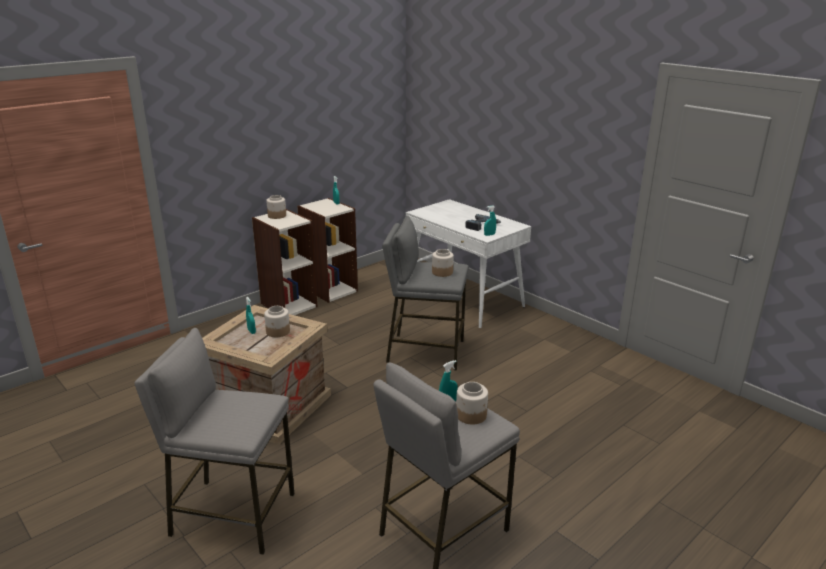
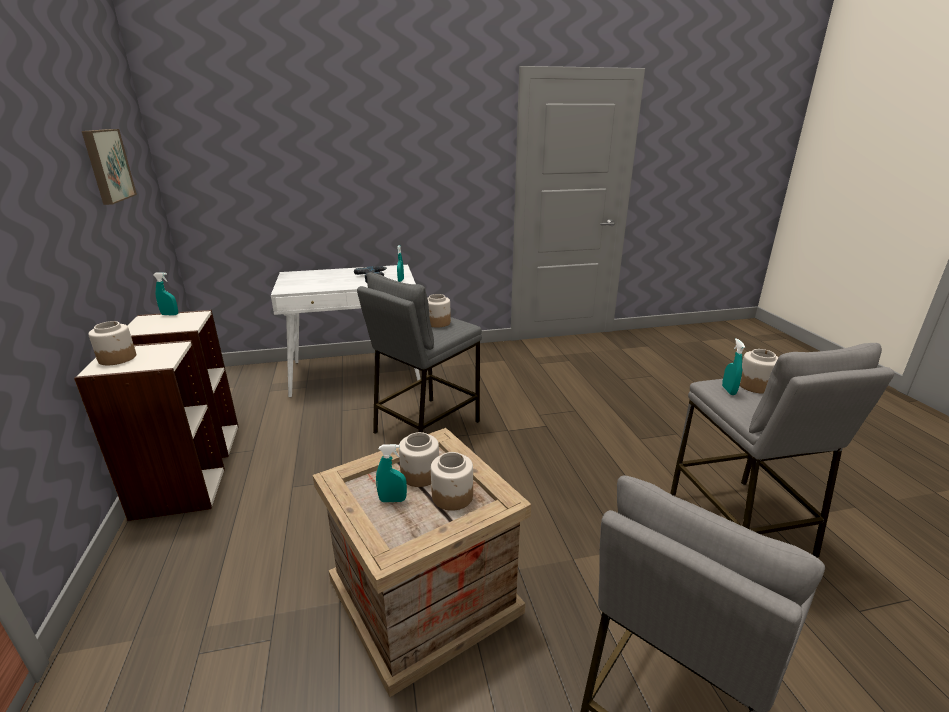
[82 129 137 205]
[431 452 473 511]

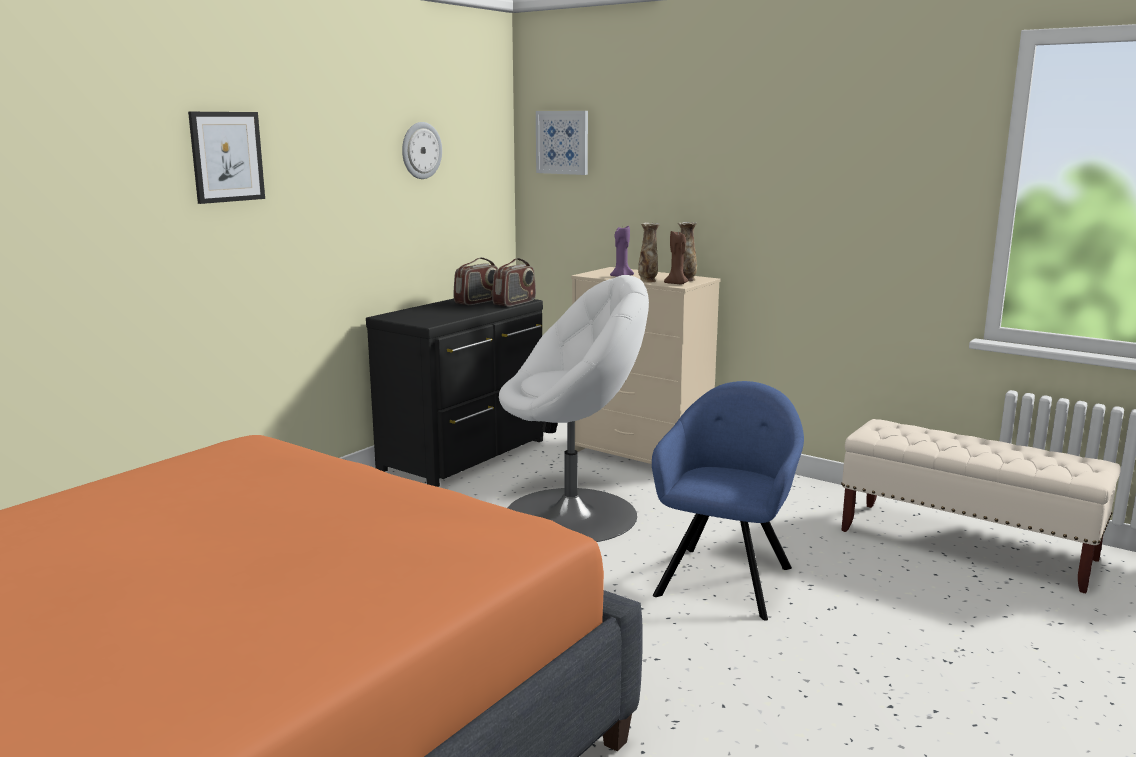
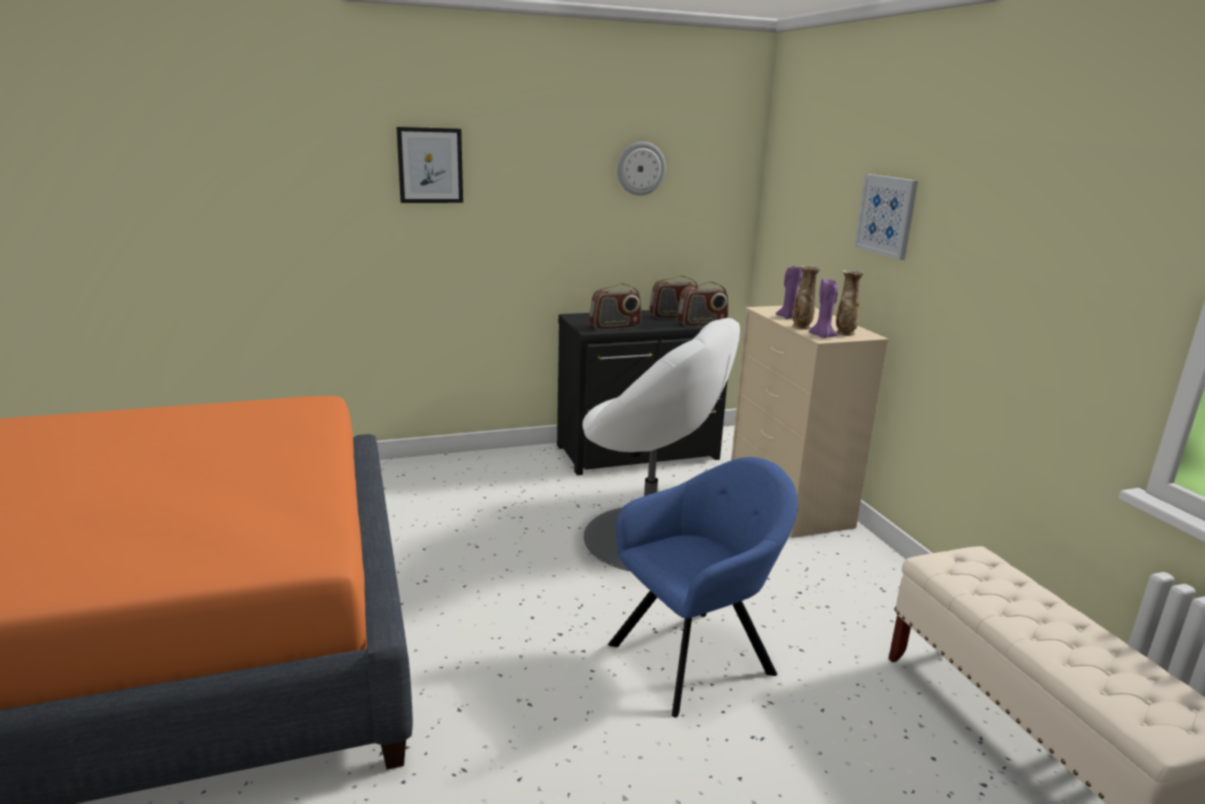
[589 283 642 330]
[809 278 838 338]
[854 174 918 260]

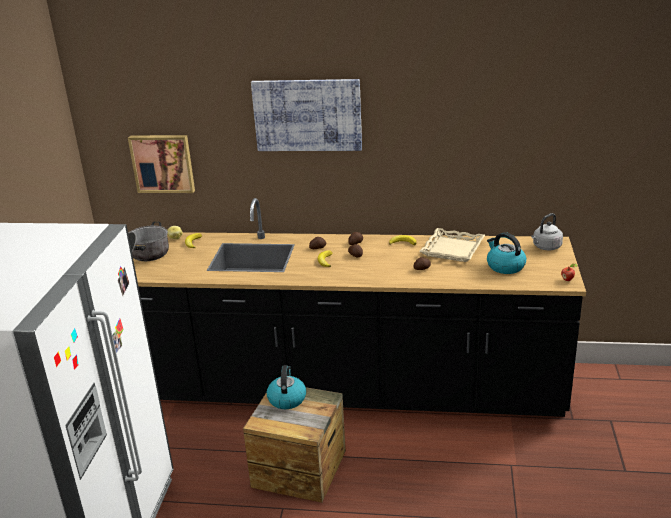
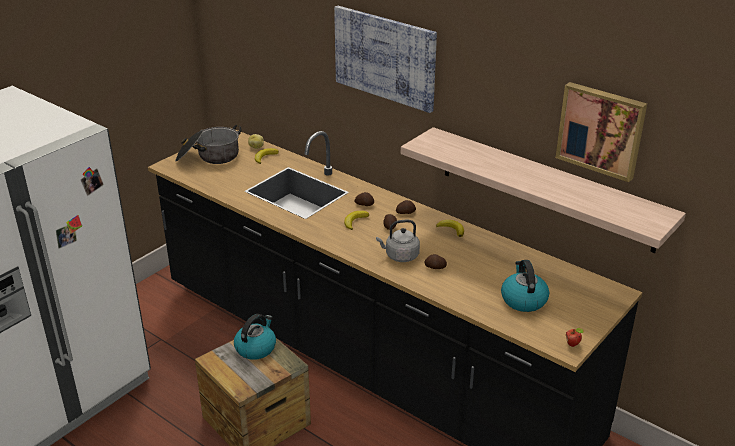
[376 220 420 262]
[401 127 686 253]
[556 82 647 182]
[419 228 485 262] (first image)

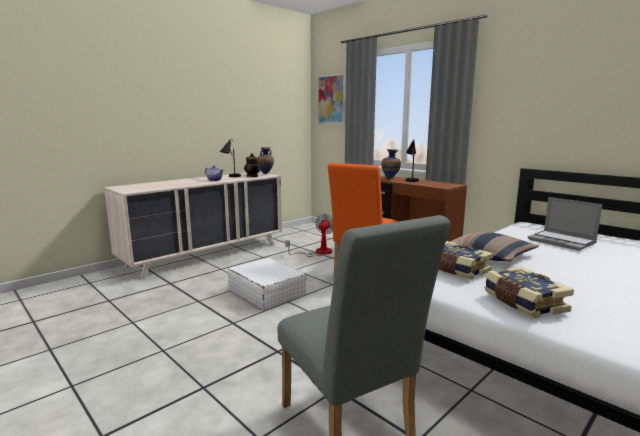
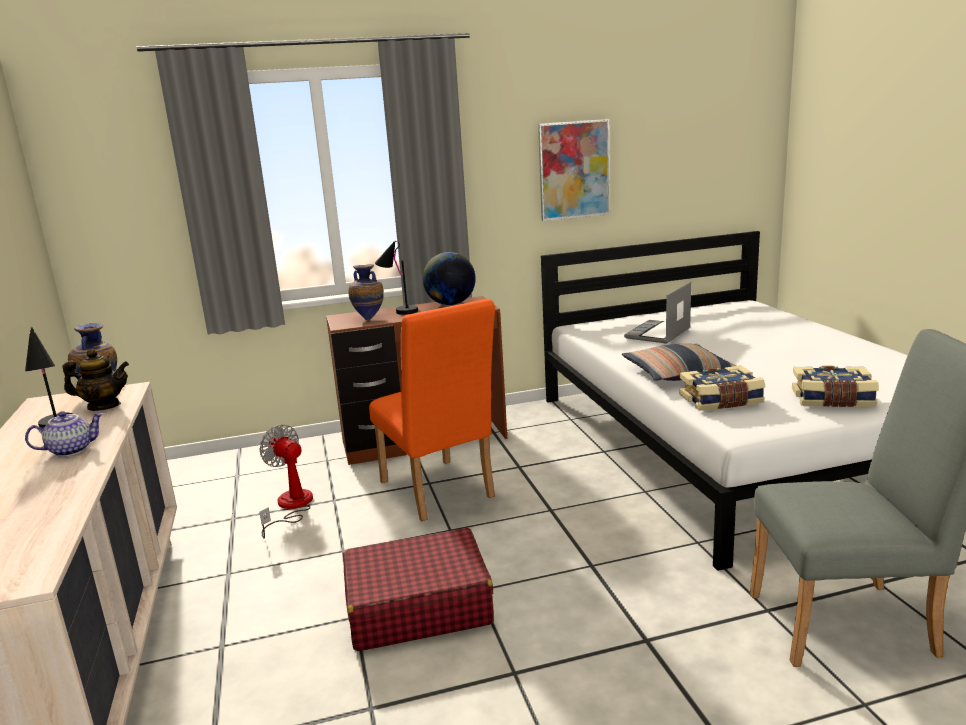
[343 528 494 651]
[423 252 476 305]
[538 119 610 221]
[624 282 691 344]

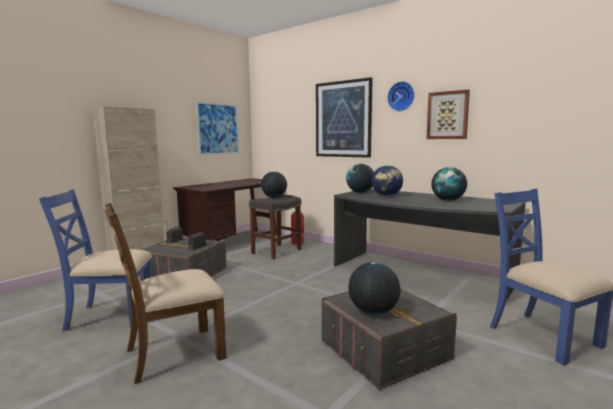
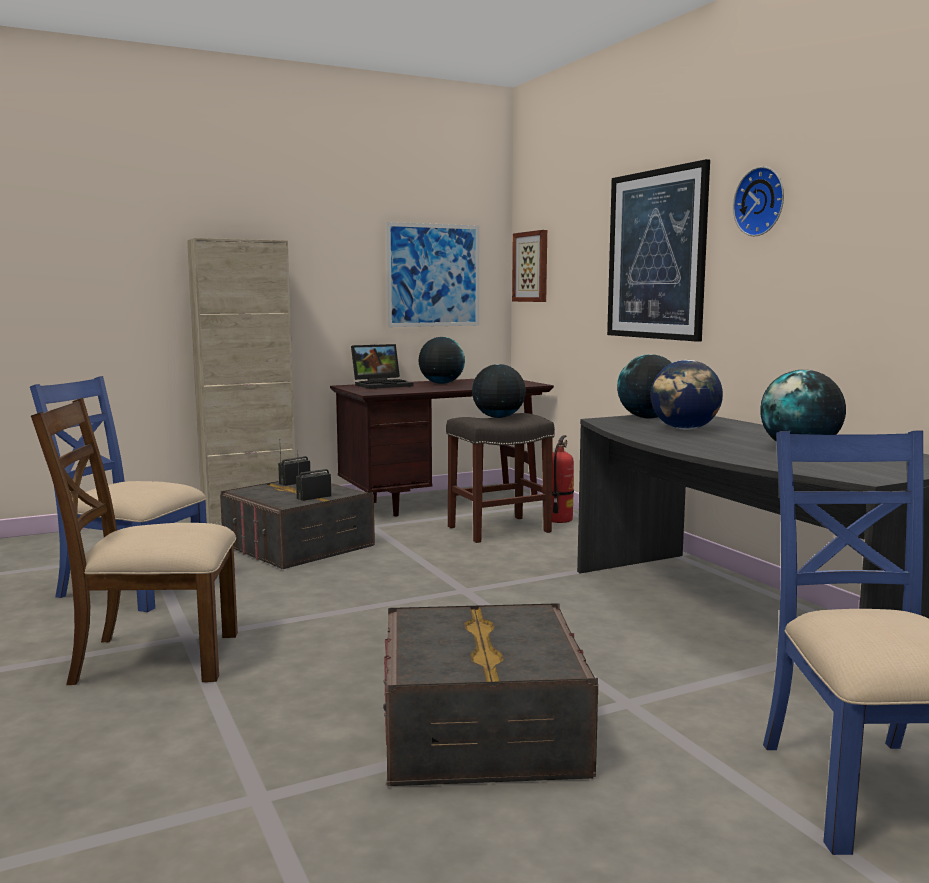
[351 344 414 389]
[419 337 465 384]
[512 230 547 302]

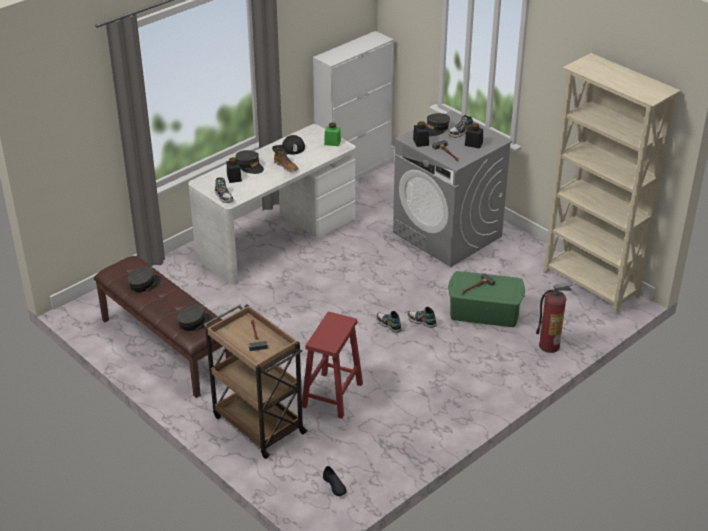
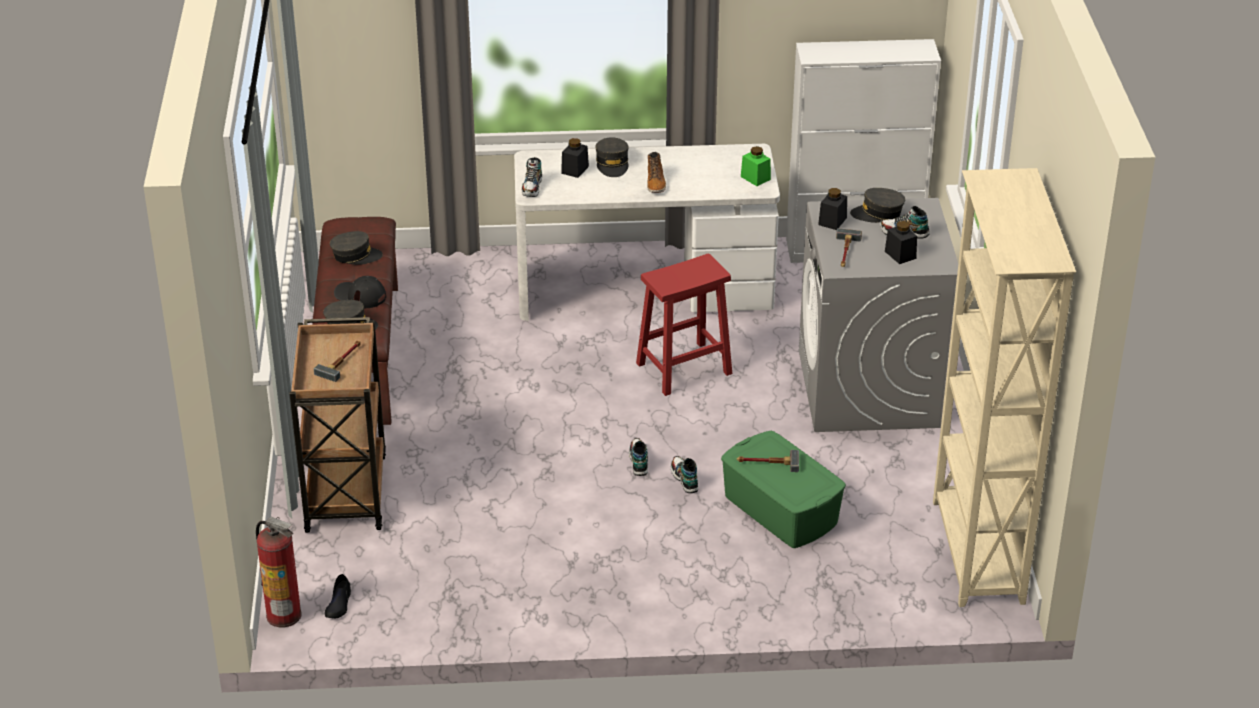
[256 517 302 627]
[334 276 386 308]
[636 254 732 396]

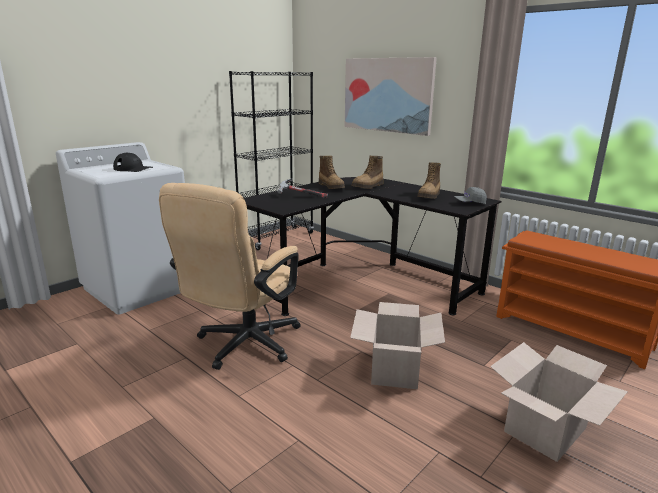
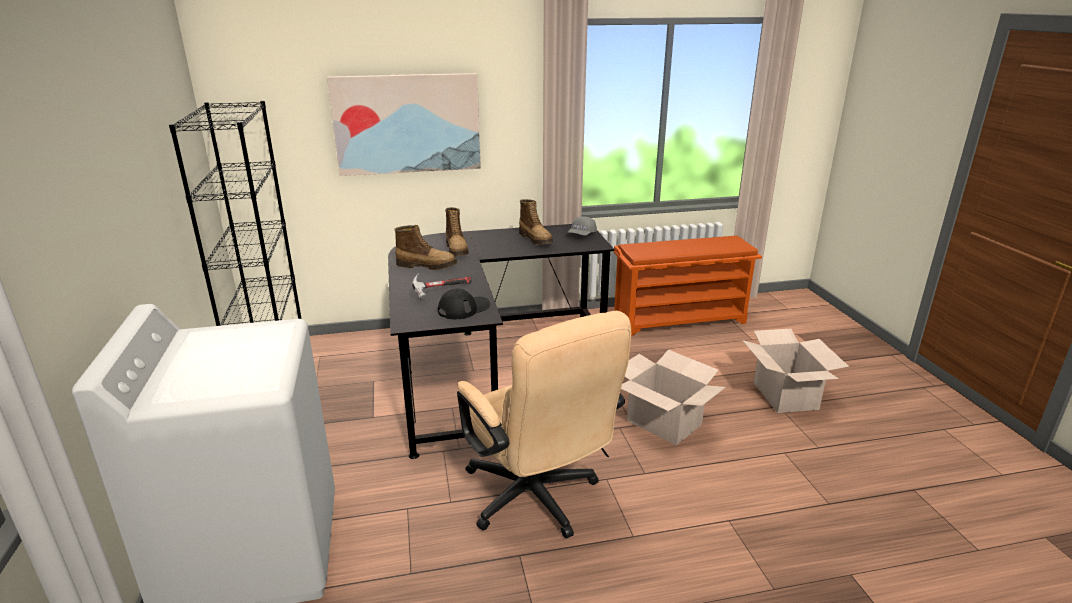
[438 289 490 319]

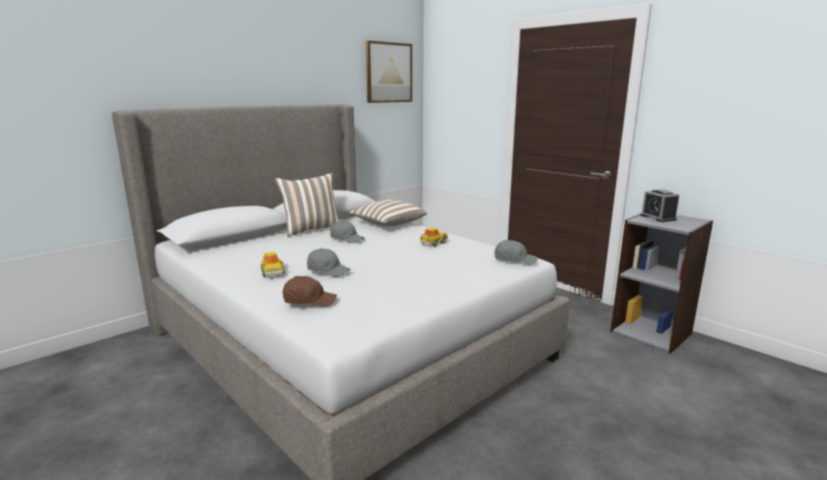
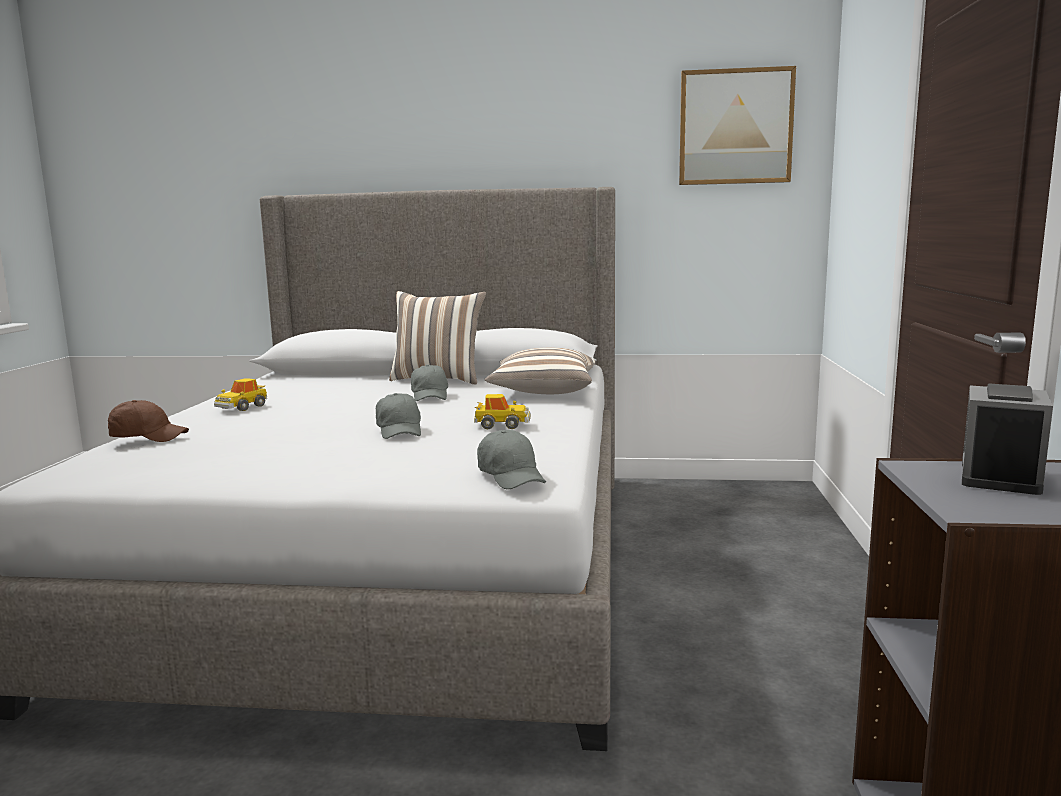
[108 400 189 442]
[376 393 421 439]

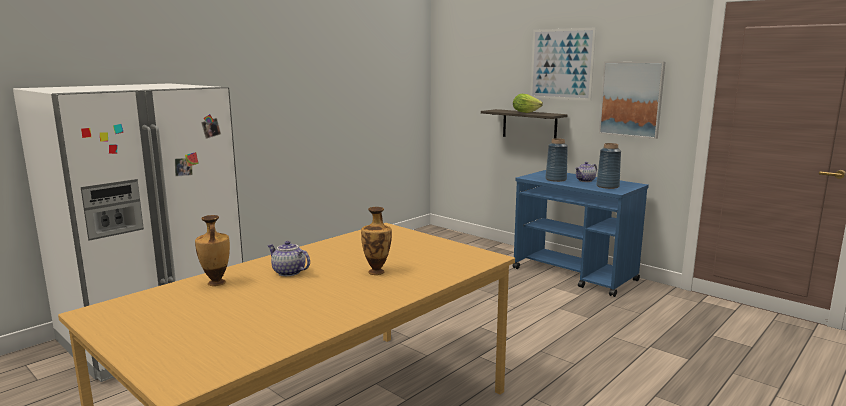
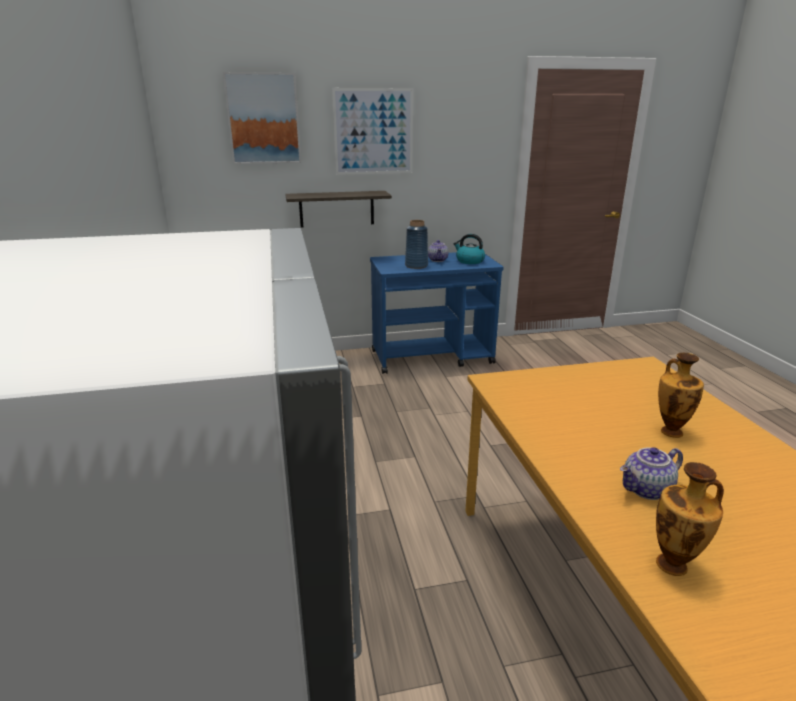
[223 72 301 164]
[453 234 485 264]
[513 94 543 113] (first image)

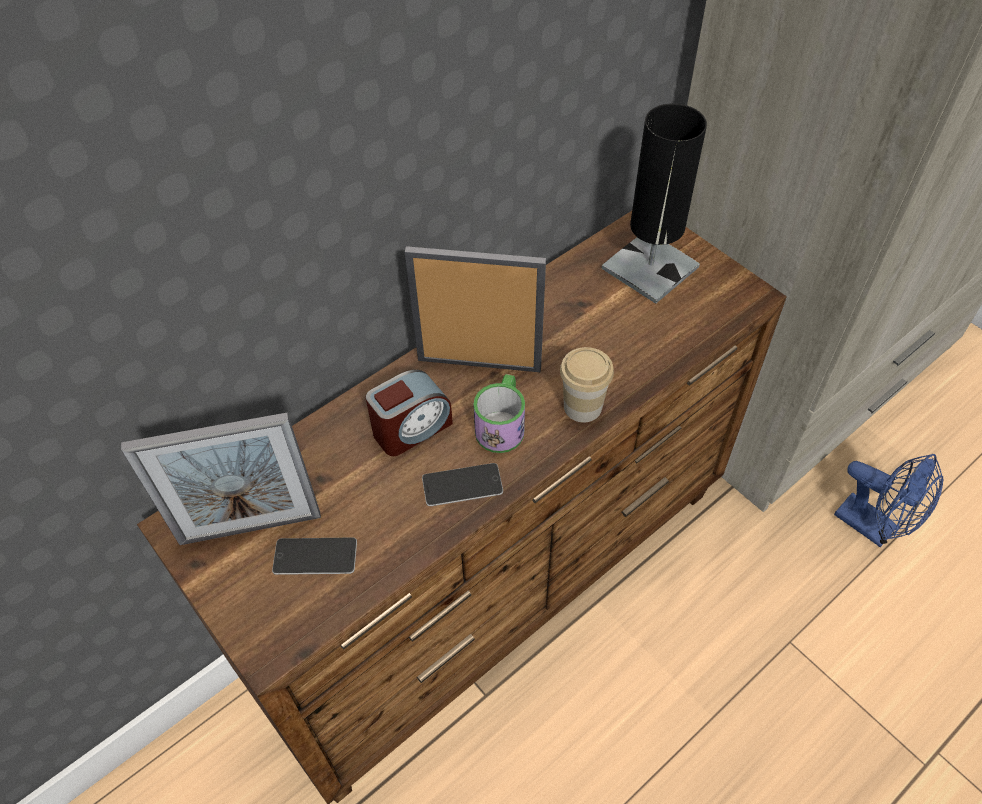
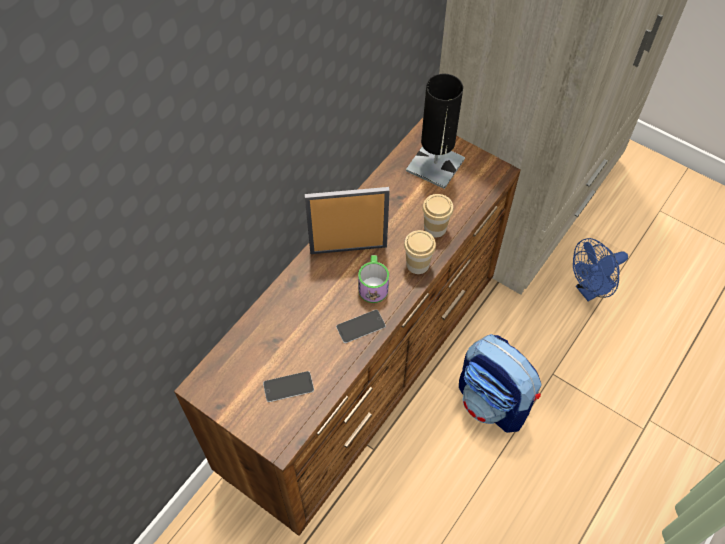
[422 194 454 237]
[459 334 542 433]
[573 238 628 301]
[121 413 321 545] (first image)
[366 370 453 456] (first image)

